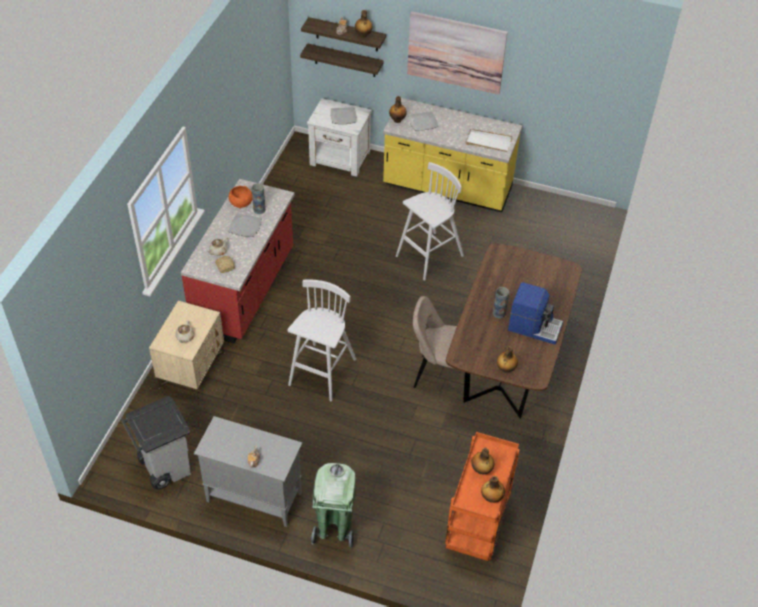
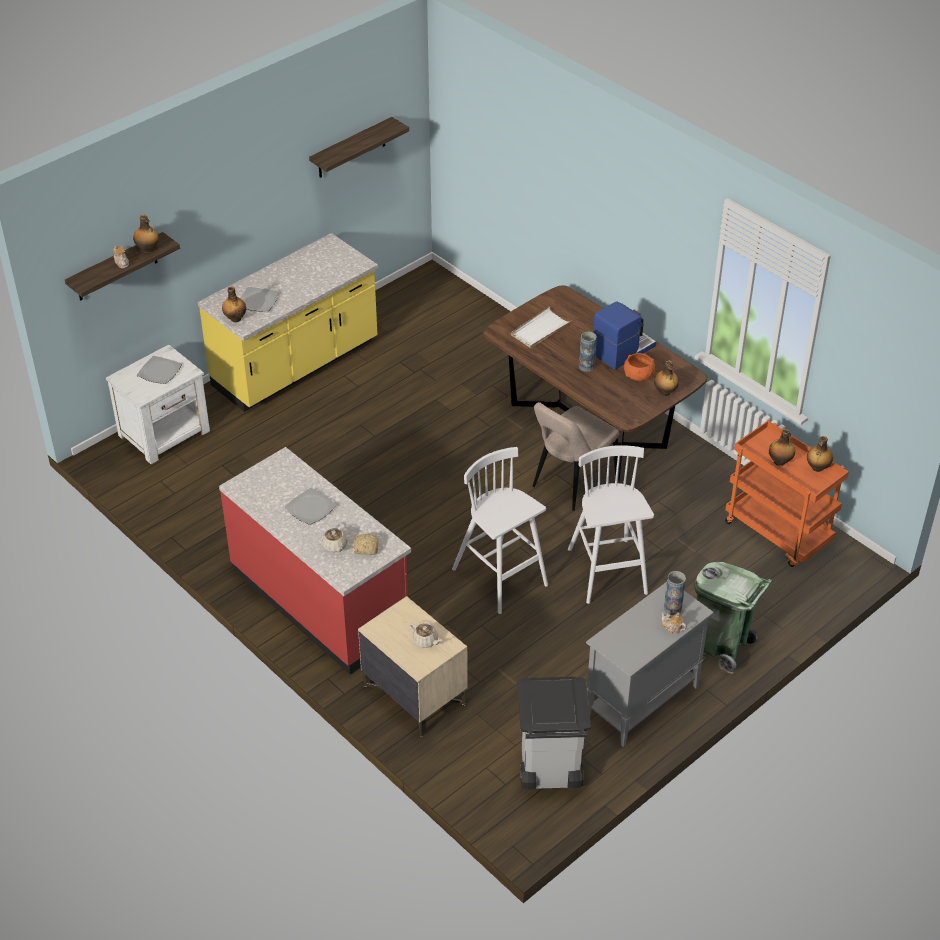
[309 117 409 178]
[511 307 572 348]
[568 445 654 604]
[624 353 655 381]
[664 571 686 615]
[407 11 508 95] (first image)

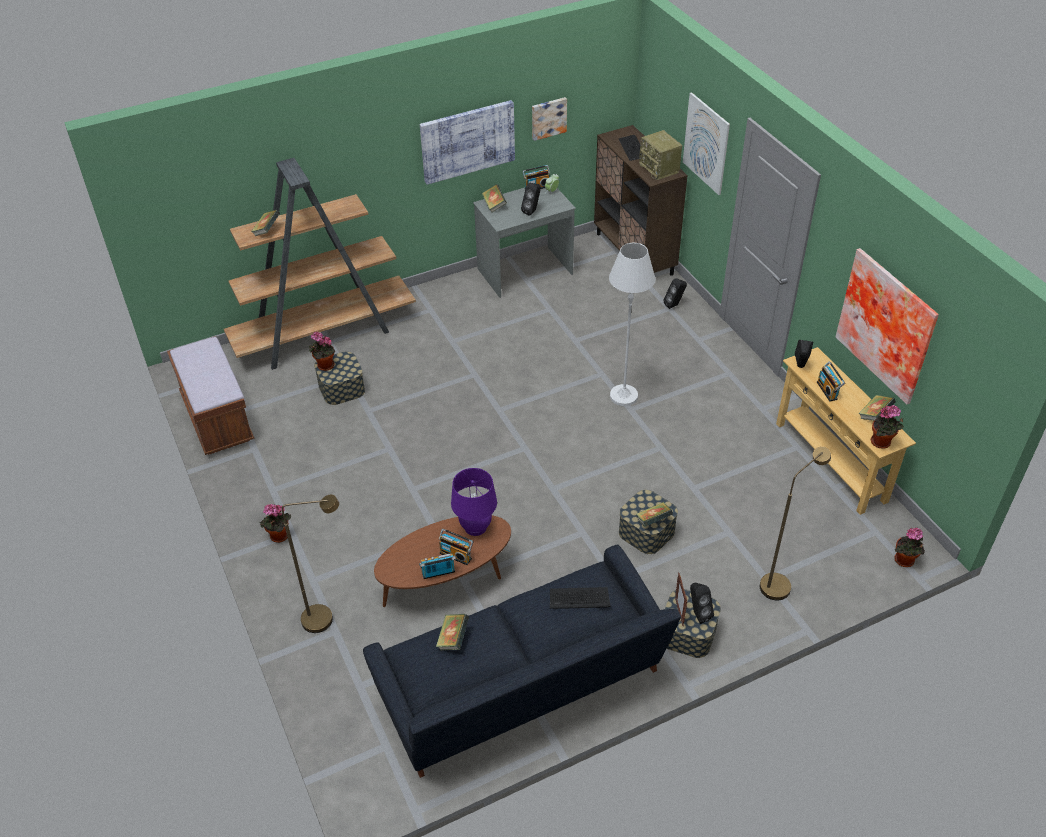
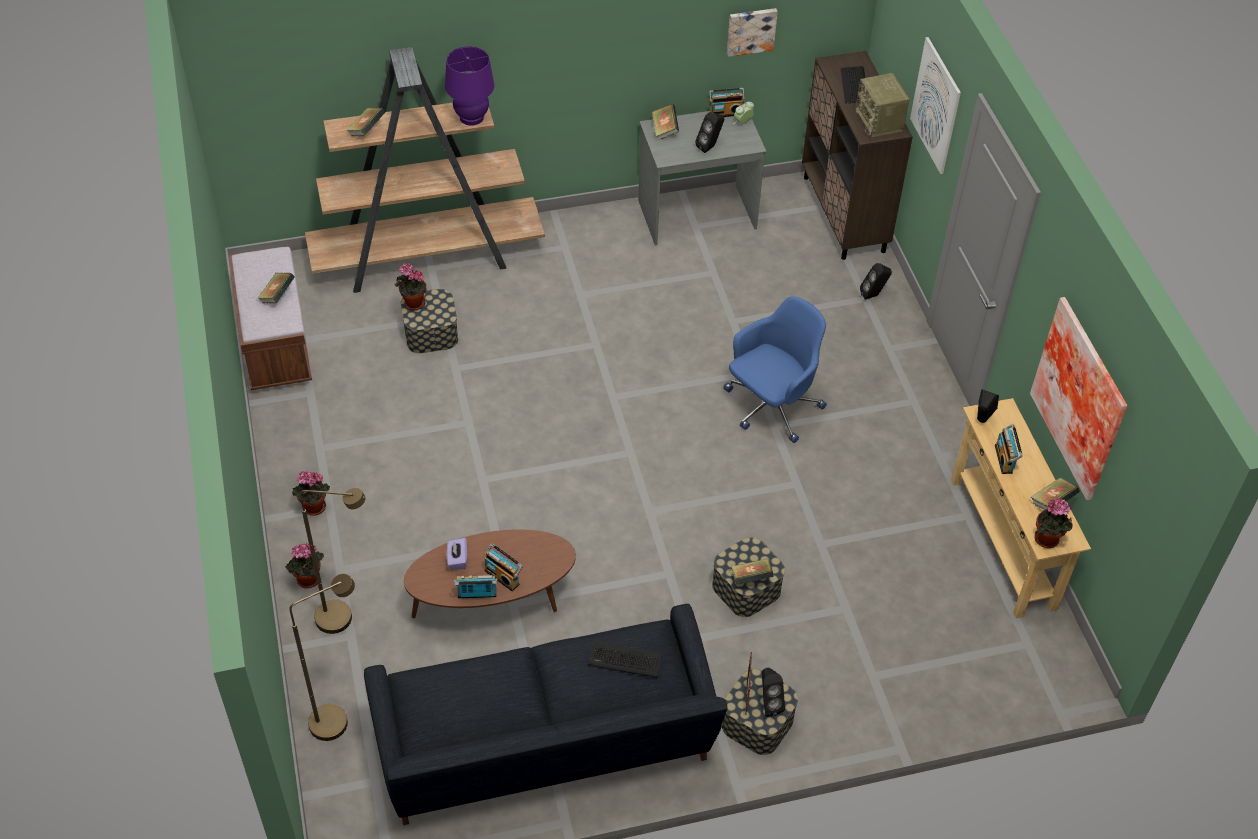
[257 273 295 304]
[285 543 324 588]
[290 574 355 741]
[445 46 494 126]
[447 538 467 570]
[723 296 827 443]
[420 100 515 185] (first image)

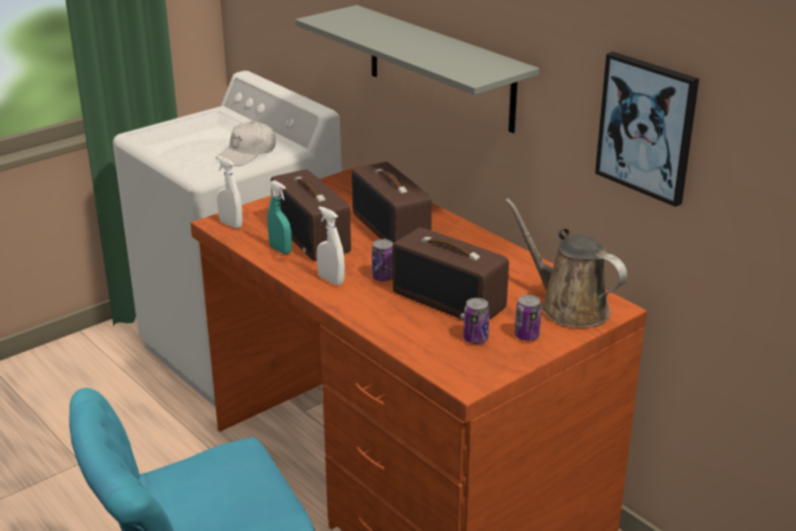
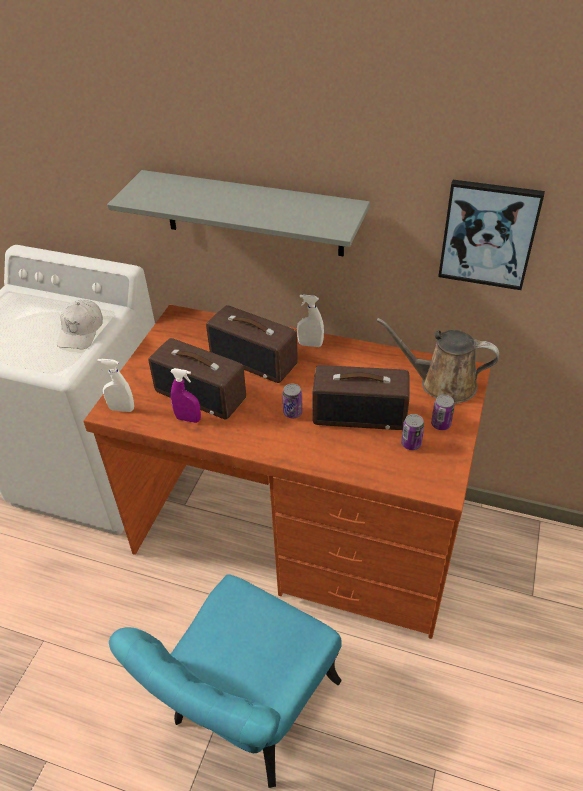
[170 368 201 423]
[297 294 324 347]

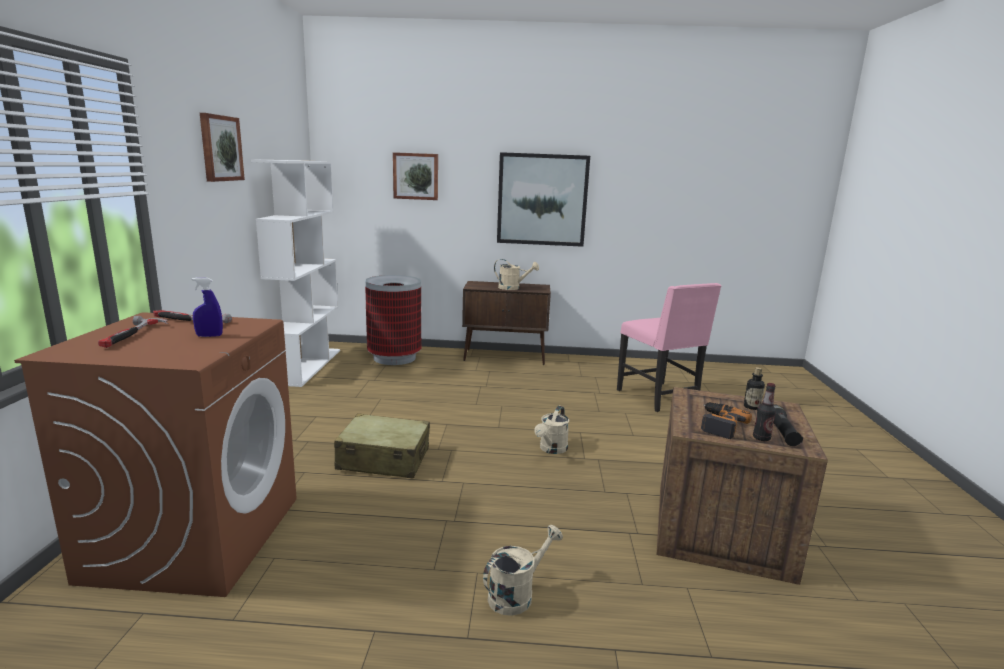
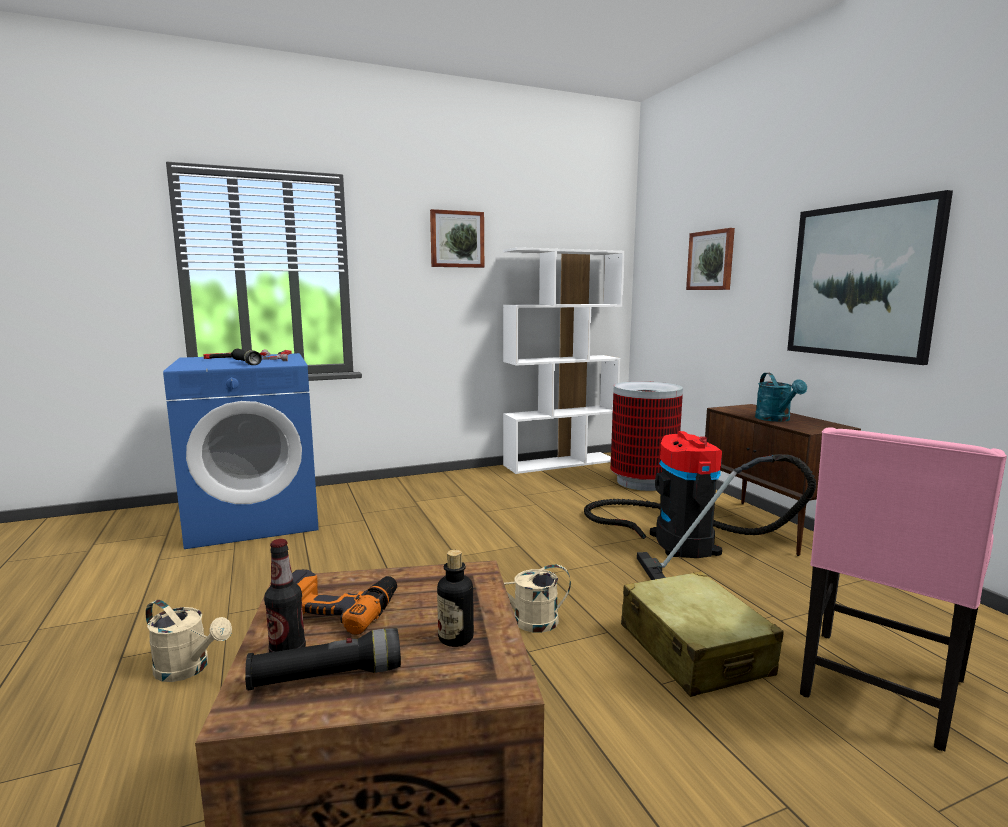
[163 353 319 549]
[231 349 262 365]
[584 431 816 580]
[621 571 784 697]
[755 373 807 422]

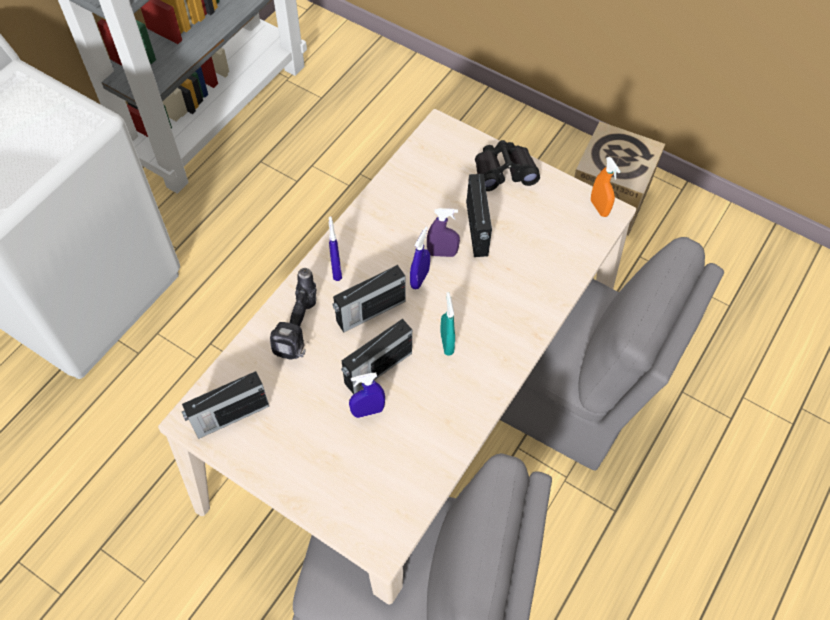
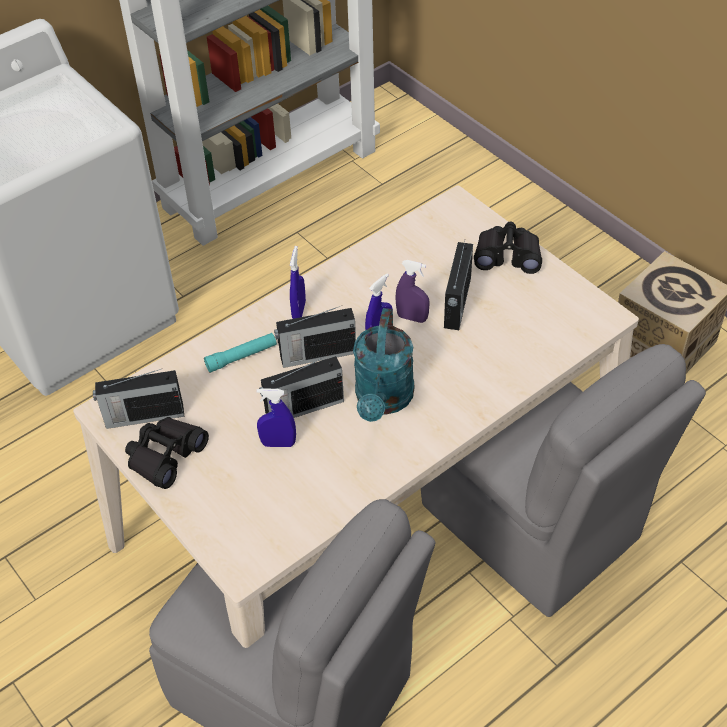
[125 417 209 489]
[204 333 277 373]
[353 308 414 422]
[591 157 621 217] (first image)

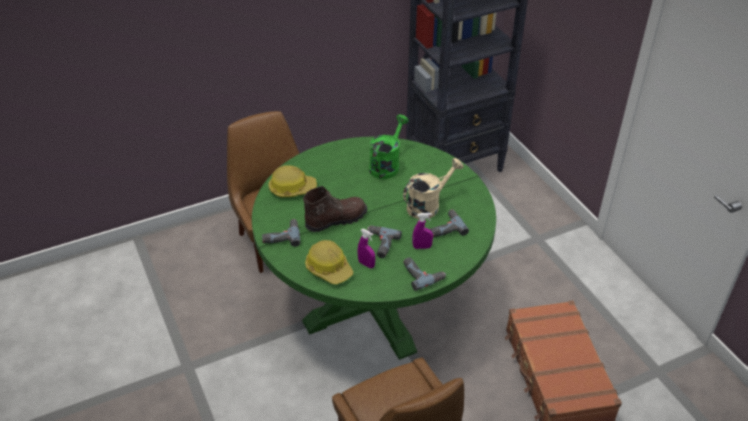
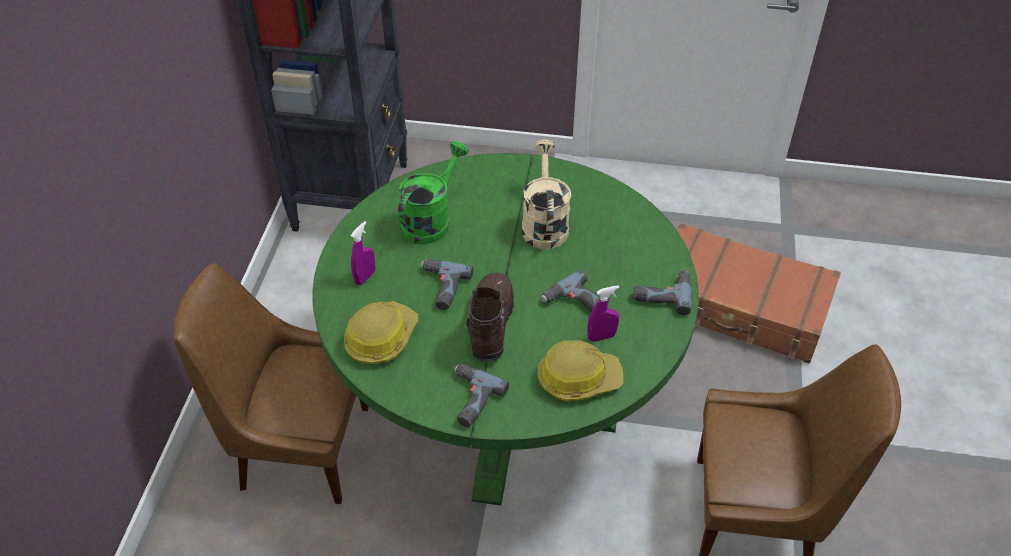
[351 221 375 285]
[398 141 469 245]
[421 259 473 310]

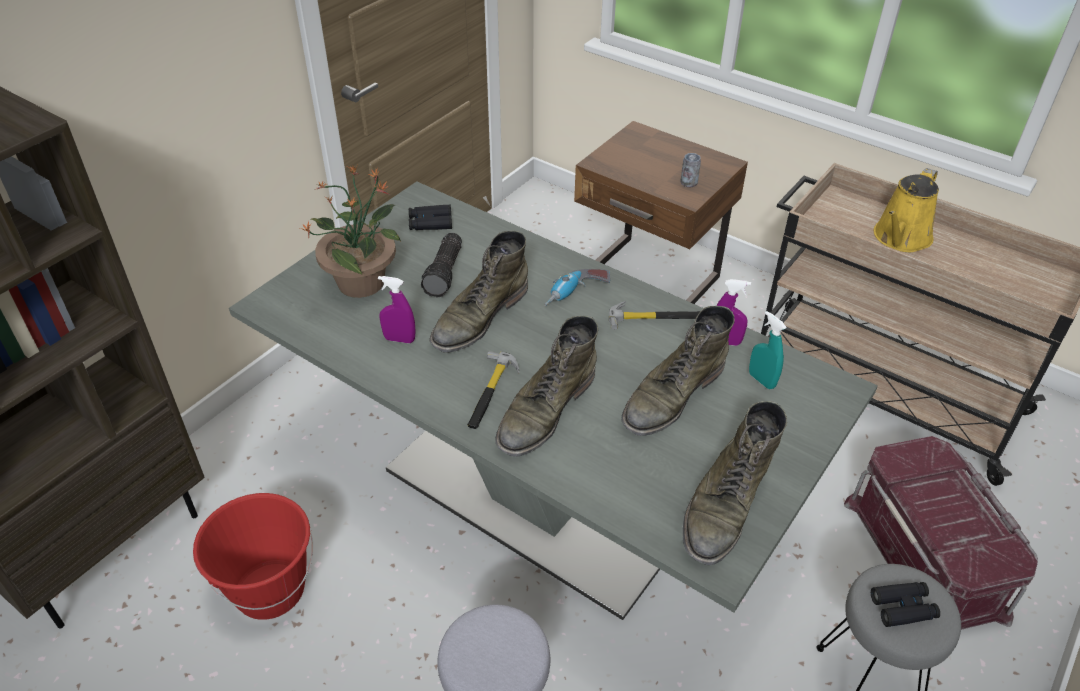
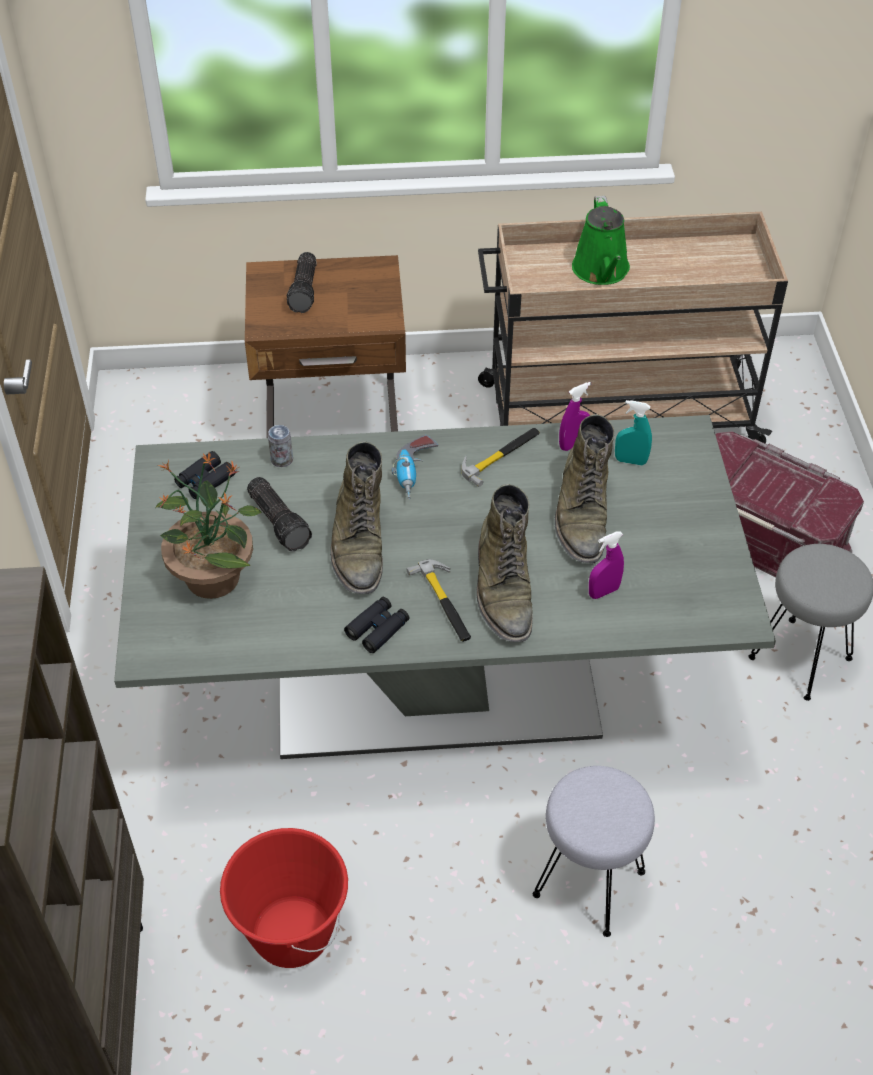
[268 425 293 467]
[287 252 317 313]
[344 597 409 653]
[572 196 630 285]
[589 531 624 599]
[682 401 787 565] (first image)

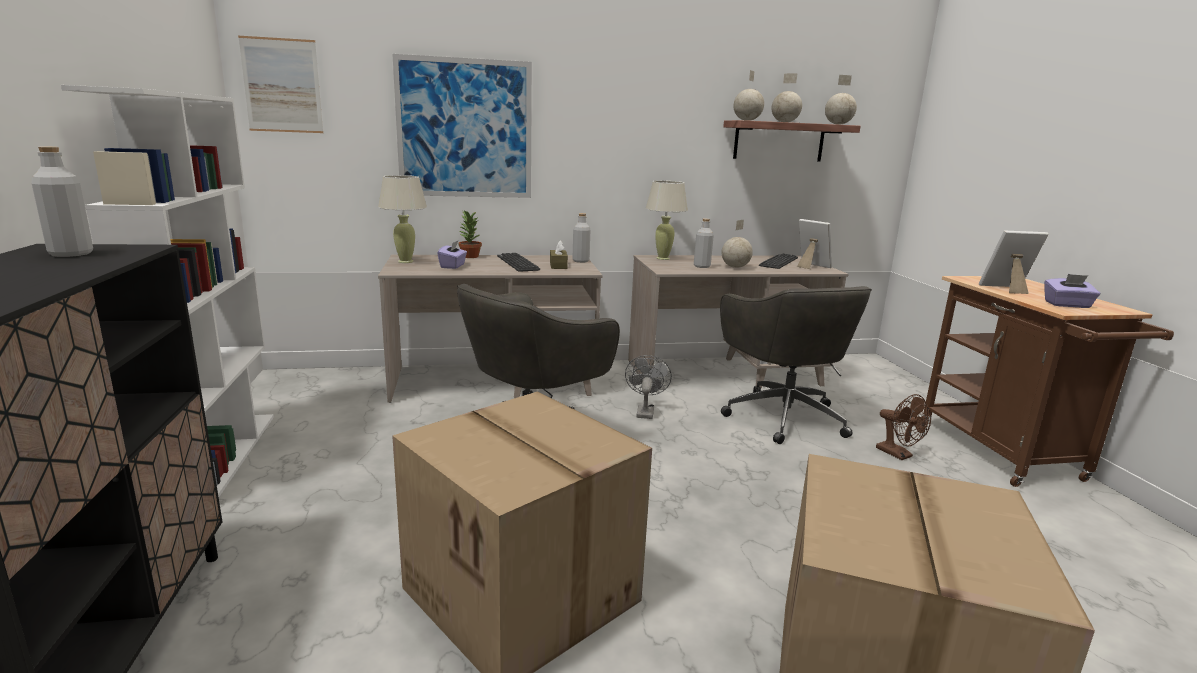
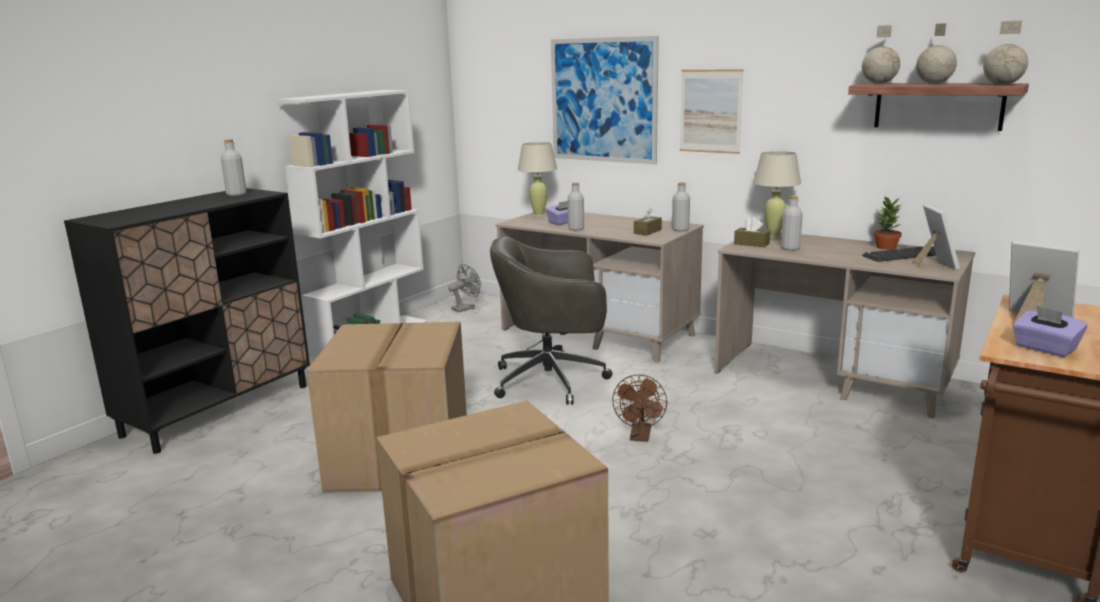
[448 264 481 312]
[567 182 584 231]
[612 374 667 442]
[680 69 744 154]
[734 217 770 247]
[874 197 902 250]
[497 253 540 271] (first image)
[720 286 872 444] (first image)
[721 220 753 268] (first image)

